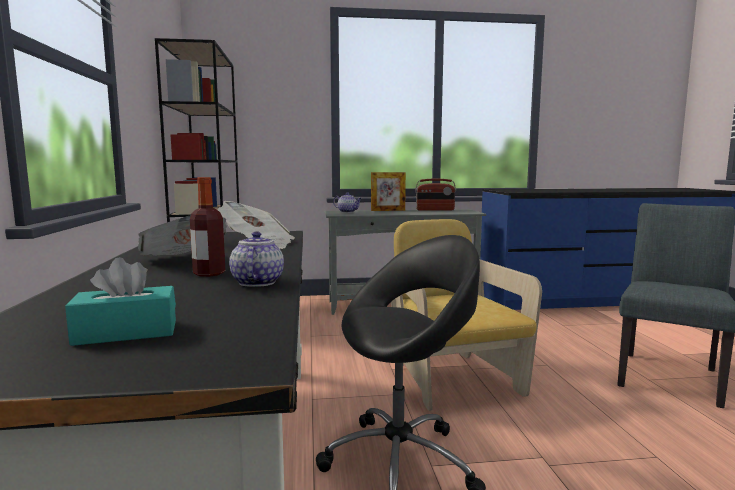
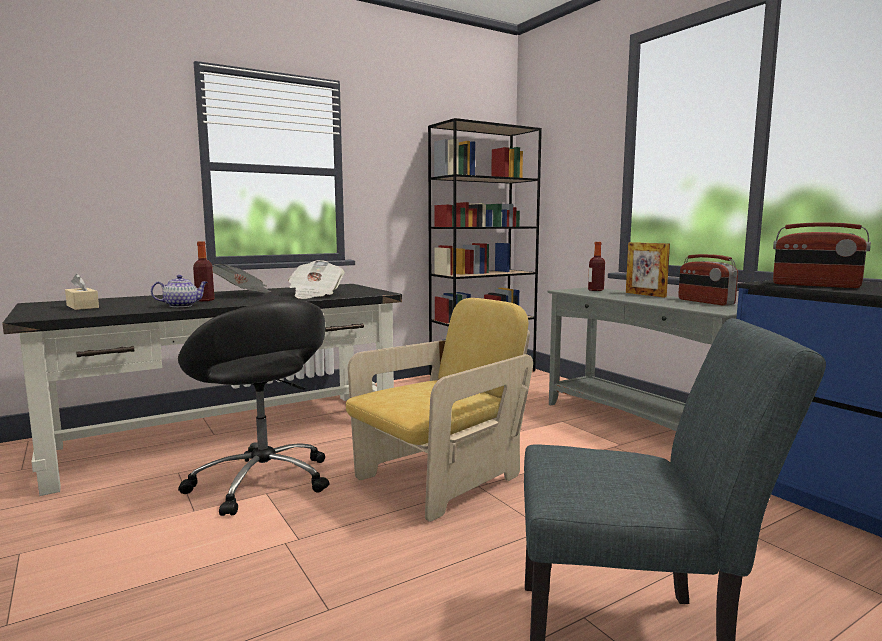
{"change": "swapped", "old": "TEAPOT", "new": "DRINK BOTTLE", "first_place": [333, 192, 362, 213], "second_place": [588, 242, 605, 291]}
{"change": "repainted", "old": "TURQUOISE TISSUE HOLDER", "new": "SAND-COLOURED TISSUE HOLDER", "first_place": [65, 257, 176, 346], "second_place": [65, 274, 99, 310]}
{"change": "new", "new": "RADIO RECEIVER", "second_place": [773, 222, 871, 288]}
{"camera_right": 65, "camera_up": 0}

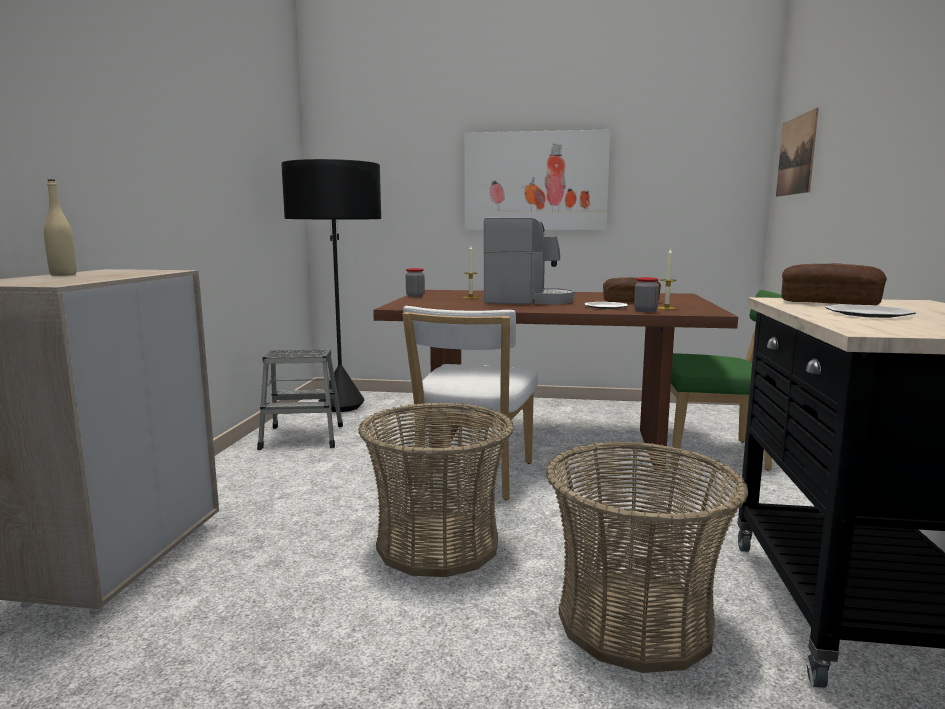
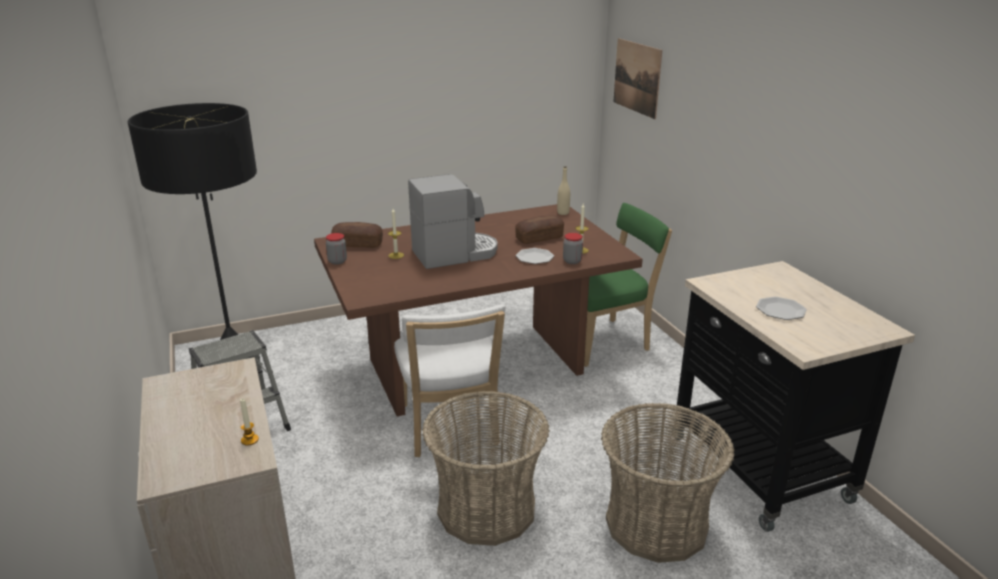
{"change": "gone", "old": "PICTURE", "first_place": [464, 129, 610, 230]}
{"change": "shifted", "old": "SAND-COLOURED DRINK BOTTLE", "first_place": [44, 179, 76, 276], "second_place": [557, 166, 570, 215]}
{"change": "shifted", "old": "BAKERY BREAD", "first_place": [781, 263, 887, 305], "second_place": [331, 222, 383, 248]}
{"change": "new", "new": "CANDLE", "second_place": [240, 398, 259, 446]}
{"camera_right": -30, "camera_up": 15}

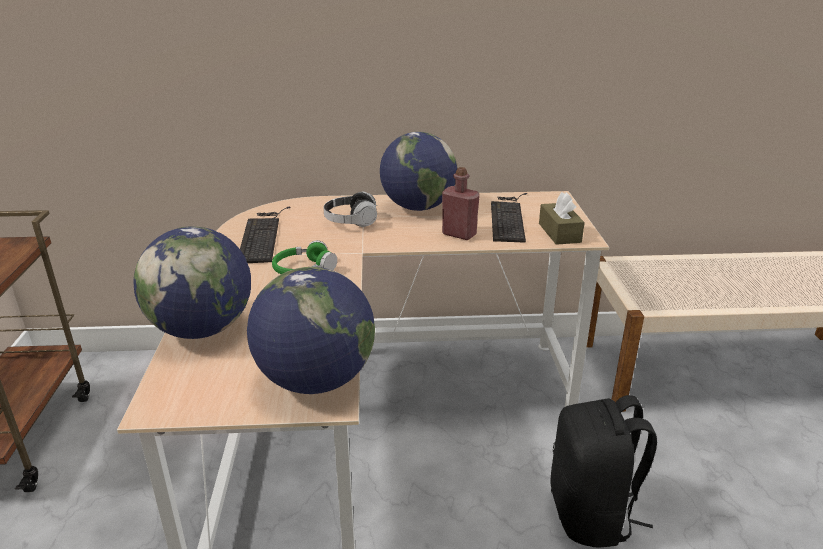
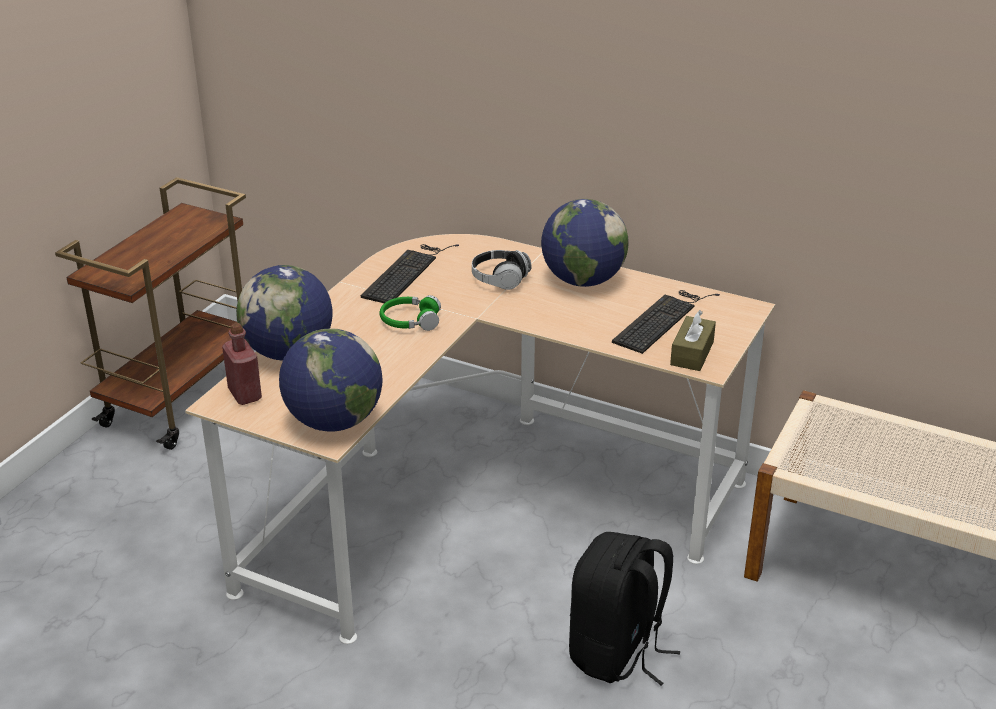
{"change": "shifted", "old": "REDDISH DRINK BOTTLE", "first_place": [442, 167, 480, 240], "second_place": [222, 323, 262, 405]}
{"camera_right": 30, "camera_up": 5}

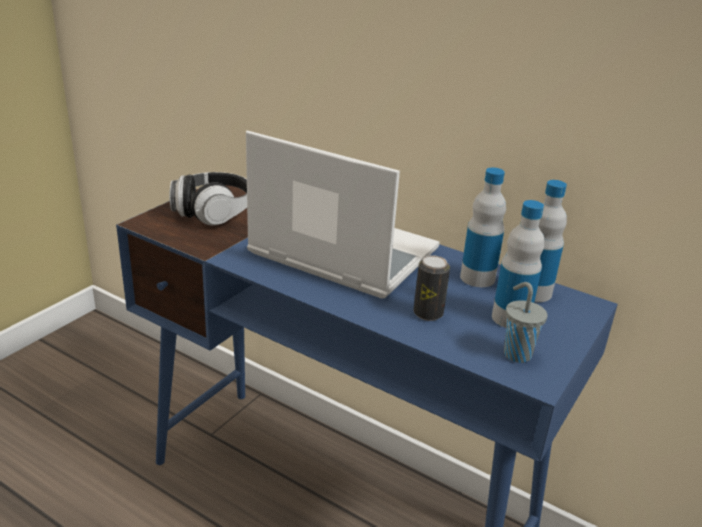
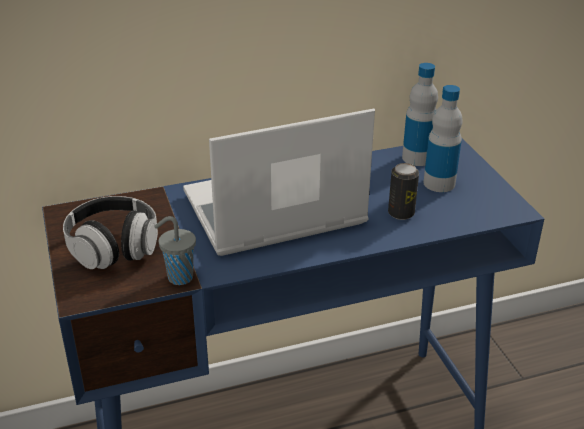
{"change": "gone", "old": "DRINK BOTTLE", "first_place": [460, 167, 506, 287]}
{"change": "shifted", "old": "GRAY SMALL CUP", "first_place": [504, 282, 547, 363], "second_place": [155, 216, 196, 285]}
{"camera_right": -50, "camera_up": 5}

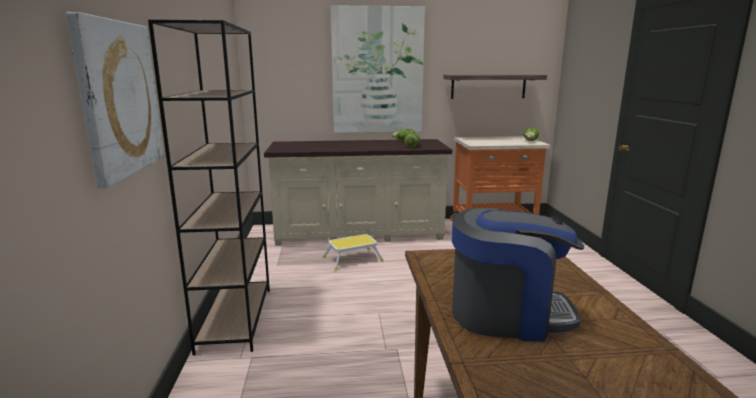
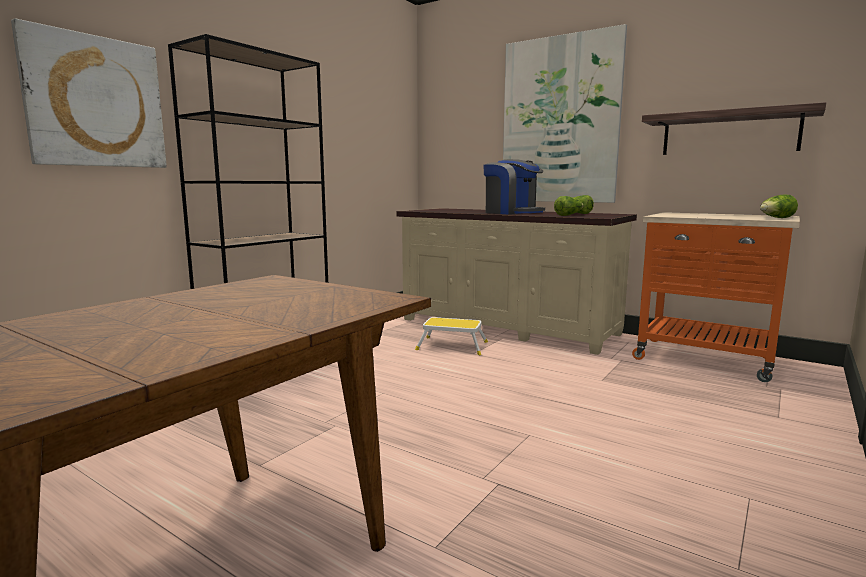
{"change": "shifted", "old": "COFFEE MAKER", "first_place": [452, 208, 584, 342], "second_place": [484, 159, 545, 214]}
{"camera_right": 40, "camera_up": -5}

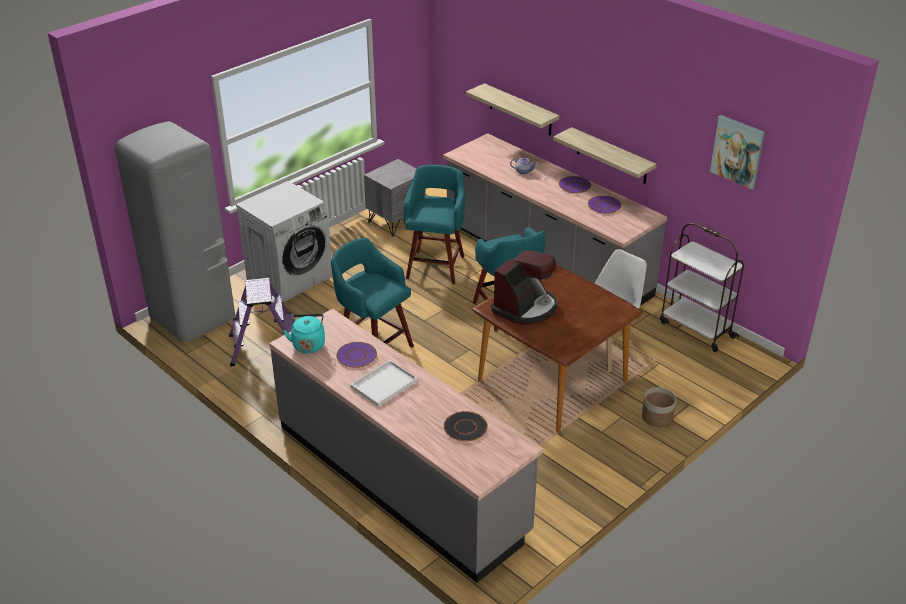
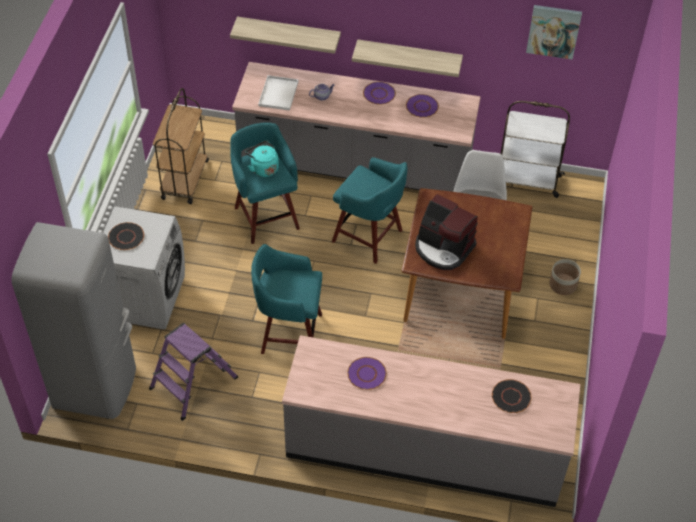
{"change": "swapped", "old": "GRAY NIGHT TABLE", "new": "BROWNISH WHEELED CART", "first_place": [364, 159, 426, 236], "second_place": [153, 88, 209, 204]}
{"change": "rotated", "old": "COFFEE MAKER", "first_place": [491, 250, 557, 325], "second_place": [415, 194, 478, 270], "degrees": 120}
{"change": "shifted", "old": "TURQUOISE TEA KETTLE", "first_place": [283, 314, 325, 353], "second_place": [245, 140, 279, 177]}
{"change": "shifted", "old": "WHITISH SERVING TRAY", "first_place": [350, 360, 418, 407], "second_place": [258, 75, 298, 111]}
{"change": "new", "new": "BLACK-COLOURED FLAT DISH", "second_place": [108, 222, 144, 250]}
{"camera_right": -35, "camera_up": 15}

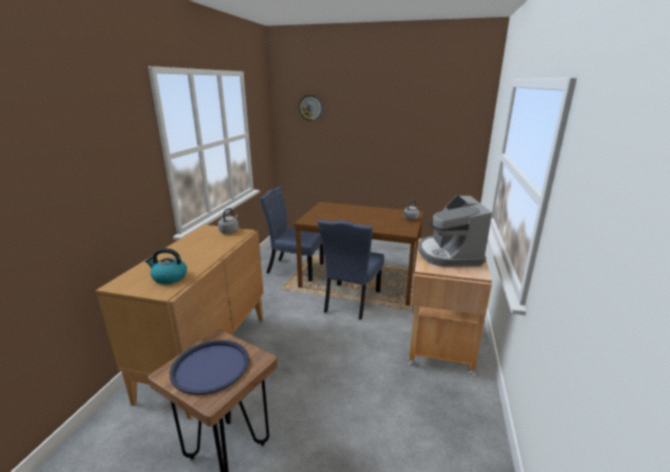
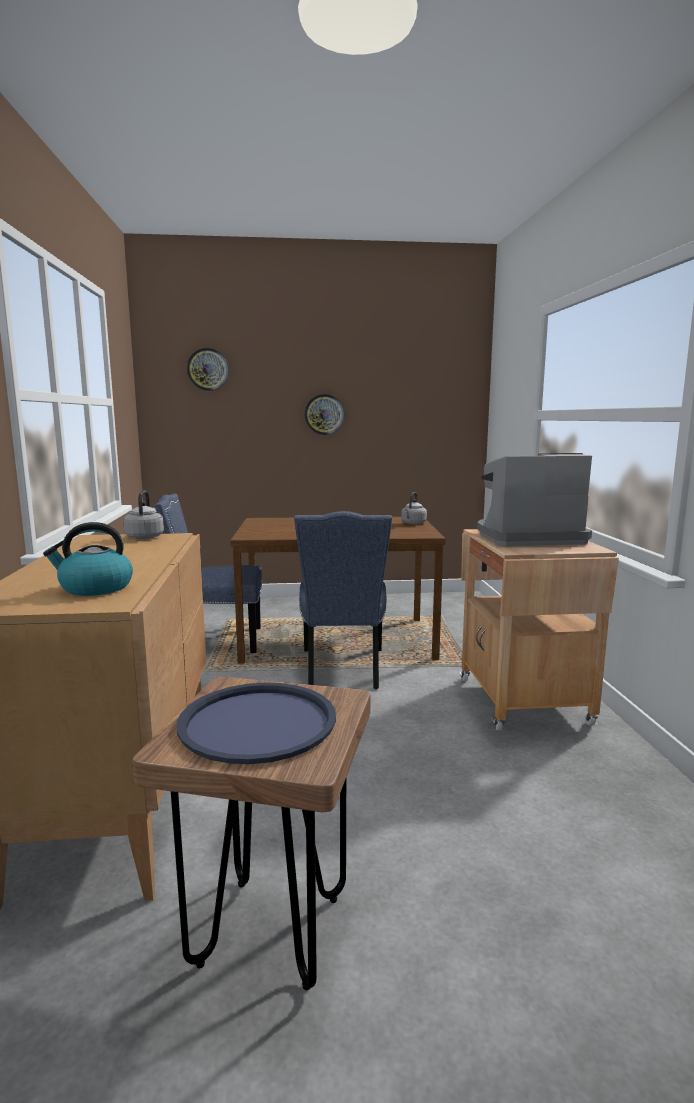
{"change": "rotated", "old": "COFFEE MAKER", "first_place": [418, 195, 492, 267], "second_place": [477, 453, 592, 546], "degrees": 105}
{"change": "new", "new": "CLOCK ON THE WALL", "second_place": [304, 394, 344, 435]}
{"camera_right": -20, "camera_up": -10}

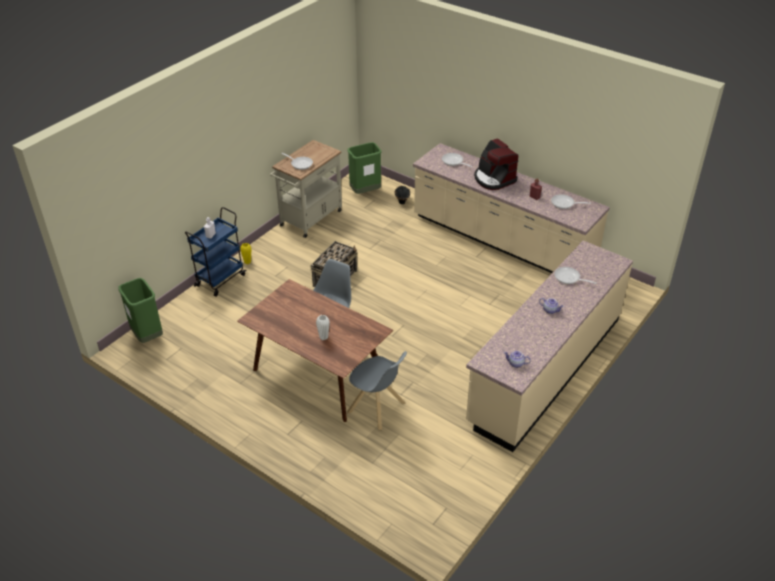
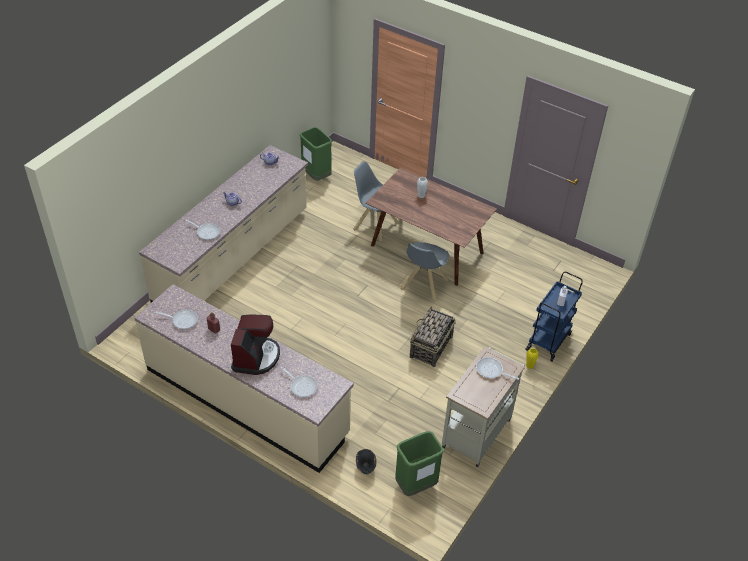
{"change": "rotated", "old": "COFFEE MAKER", "first_place": [474, 138, 518, 190], "second_place": [231, 314, 280, 375], "degrees": 45}
{"change": "shifted", "old": "GREEN-COLOURED RUBBISH BIN", "first_place": [118, 278, 163, 343], "second_place": [300, 127, 332, 181]}
{"camera_right": 175, "camera_up": 5}

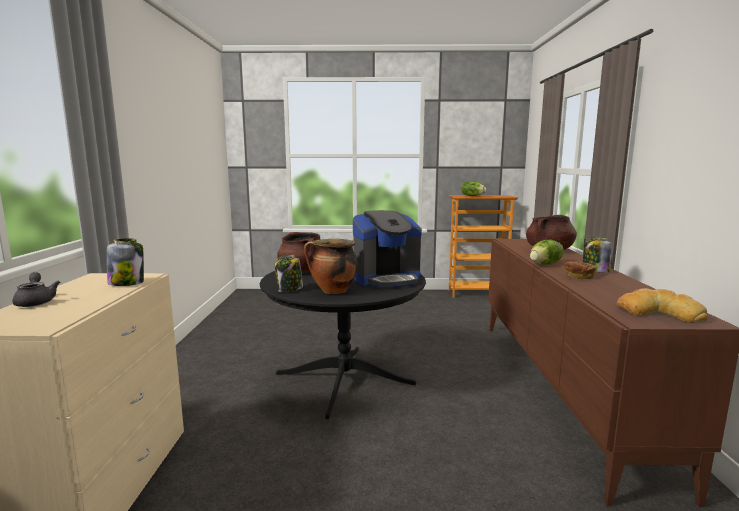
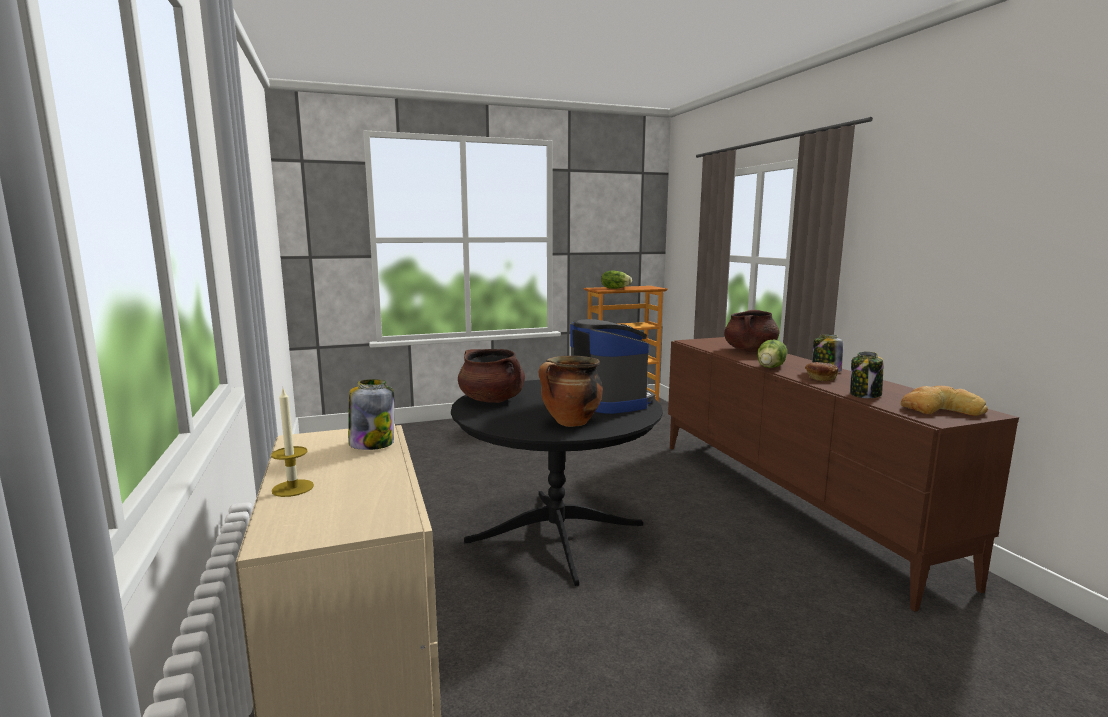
{"change": "rotated", "old": "COFFEE MAKER", "first_place": [353, 210, 422, 289], "second_place": [570, 319, 655, 414], "degrees": -75}
{"change": "shifted", "old": "STORAGE JAR", "first_place": [275, 255, 303, 292], "second_place": [850, 352, 883, 398]}
{"change": "swapped", "old": "GRAY TEAPOT", "new": "CANDLE", "first_place": [13, 272, 60, 307], "second_place": [271, 389, 314, 497]}
{"camera_right": -20, "camera_up": 0}

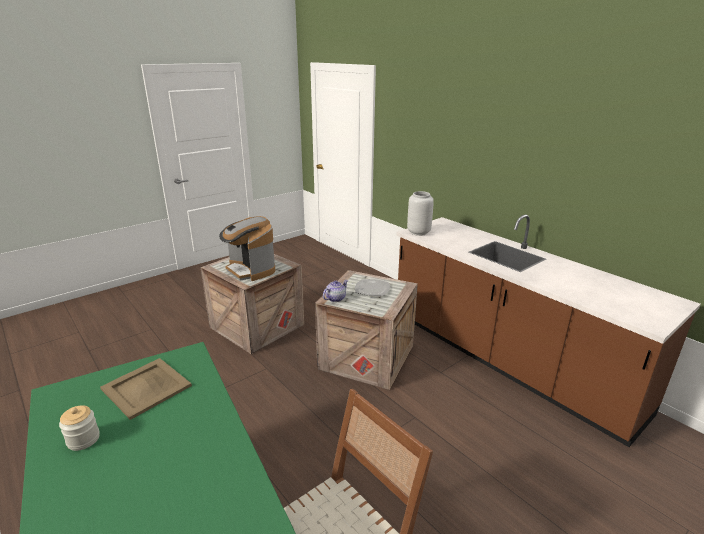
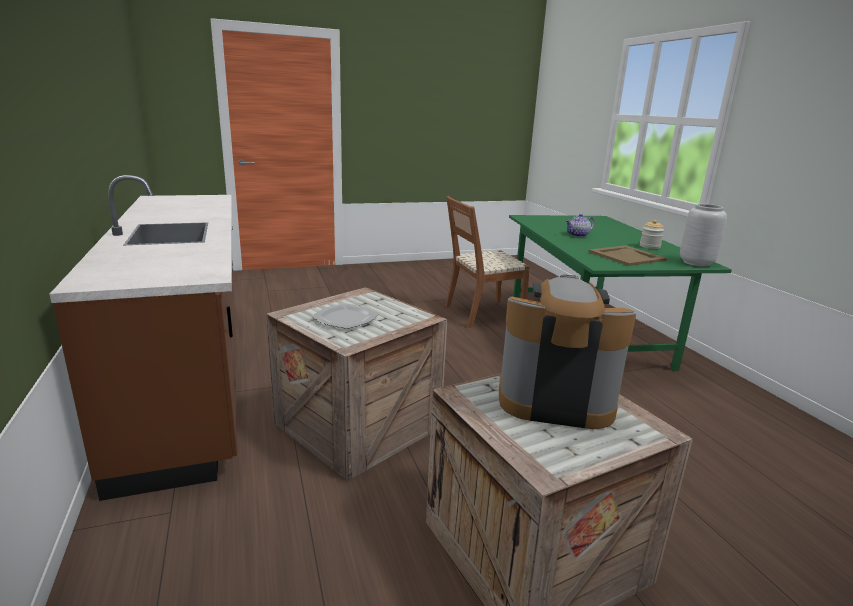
{"change": "shifted", "old": "GRAY DECORATIVE VASE", "first_place": [407, 191, 434, 236], "second_place": [680, 204, 727, 267]}
{"change": "rotated", "old": "COFFEE MAKER", "first_place": [219, 216, 275, 281], "second_place": [499, 275, 636, 429], "degrees": -60}
{"change": "shifted", "old": "TEAPOT", "first_place": [323, 280, 348, 302], "second_place": [565, 214, 594, 237]}
{"camera_right": -160, "camera_up": -5}

